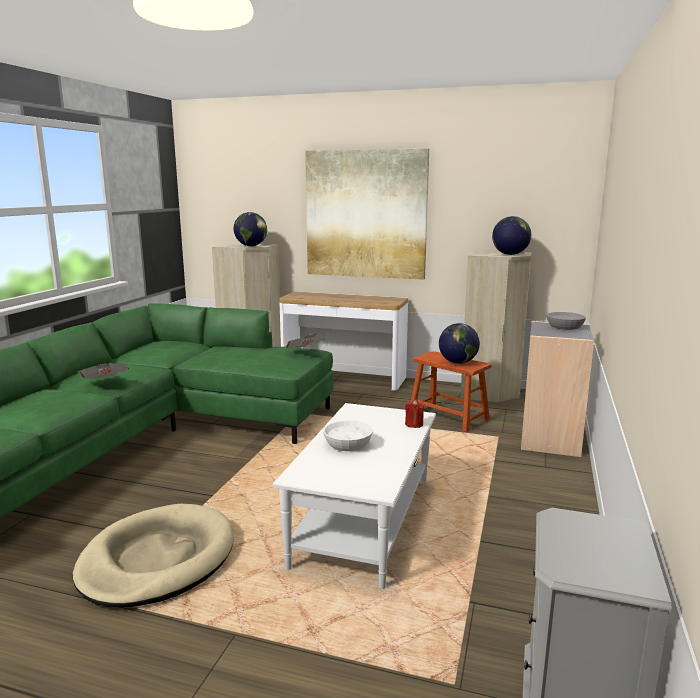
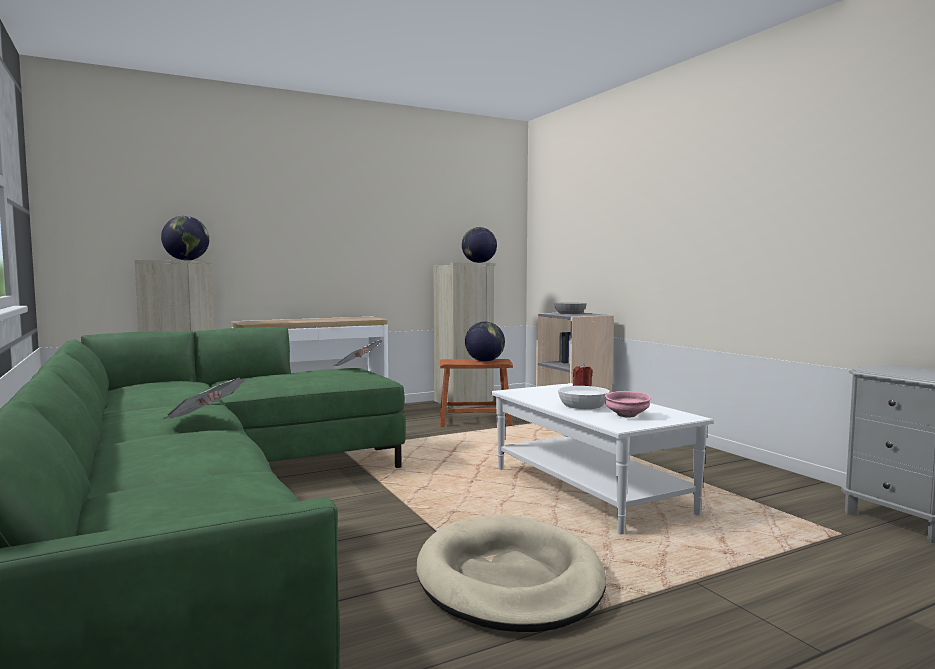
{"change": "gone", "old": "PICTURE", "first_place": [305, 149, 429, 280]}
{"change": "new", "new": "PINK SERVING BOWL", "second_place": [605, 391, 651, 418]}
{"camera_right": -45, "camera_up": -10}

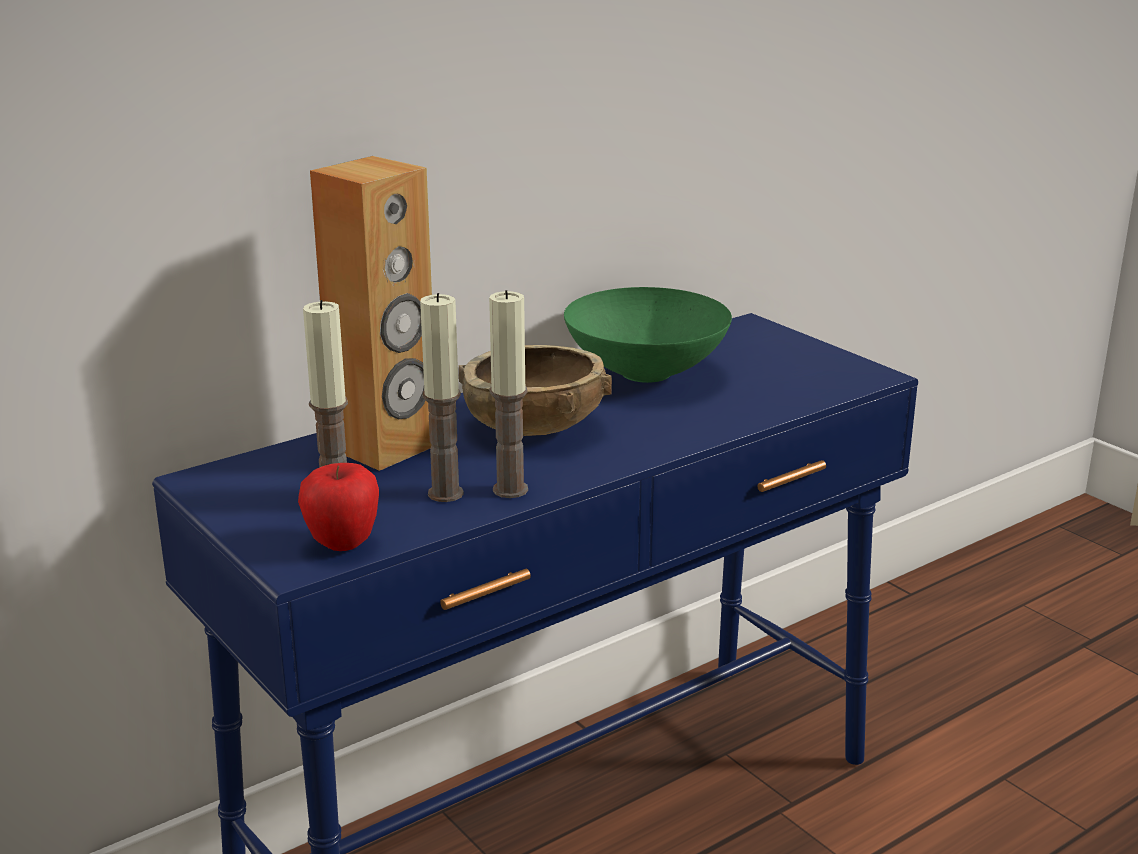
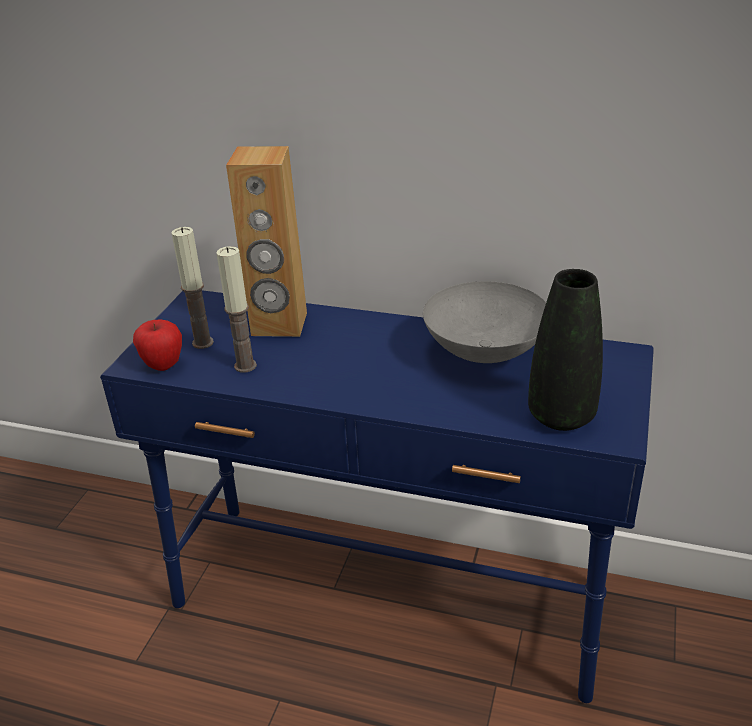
{"change": "repainted", "old": "GREEN-COLOURED SERVING BOWL", "new": "GRAY SERVING BOWL", "first_place": [564, 287, 732, 383], "second_place": [423, 281, 546, 363]}
{"change": "gone", "old": "CANDLE", "first_place": [489, 290, 528, 498]}
{"change": "gone", "old": "BROWNISH SERVING BOWL", "first_place": [459, 345, 612, 436]}
{"change": "new", "new": "BLACK-COLOURED DECORATIVE VASE", "second_place": [528, 269, 603, 431]}
{"camera_right": 55, "camera_up": 10}

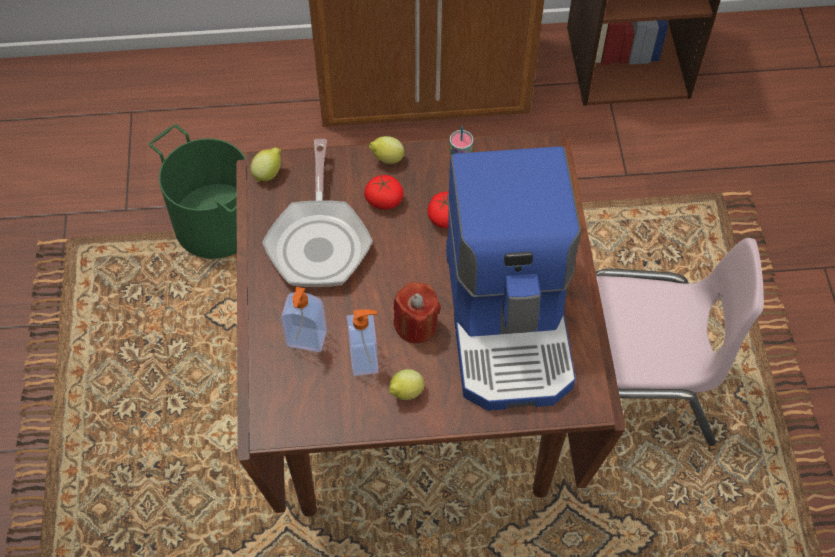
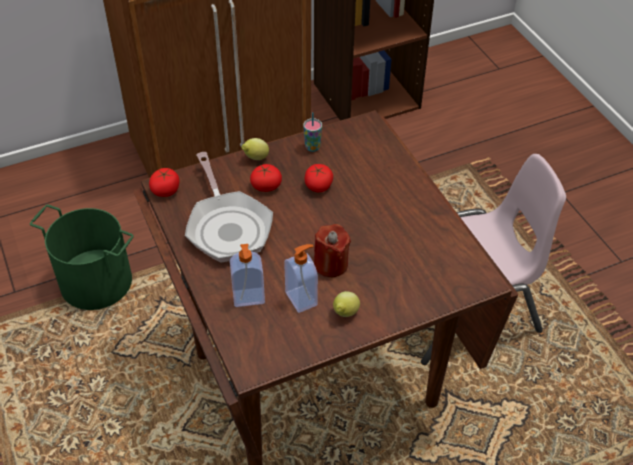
{"change": "swapped", "old": "WHOLE LEMON", "new": "WHOLE TOMATO", "first_place": [250, 147, 281, 182], "second_place": [149, 168, 179, 197]}
{"change": "gone", "old": "COFFEE MAKER", "first_place": [446, 147, 581, 411]}
{"camera_right": -20, "camera_up": -10}

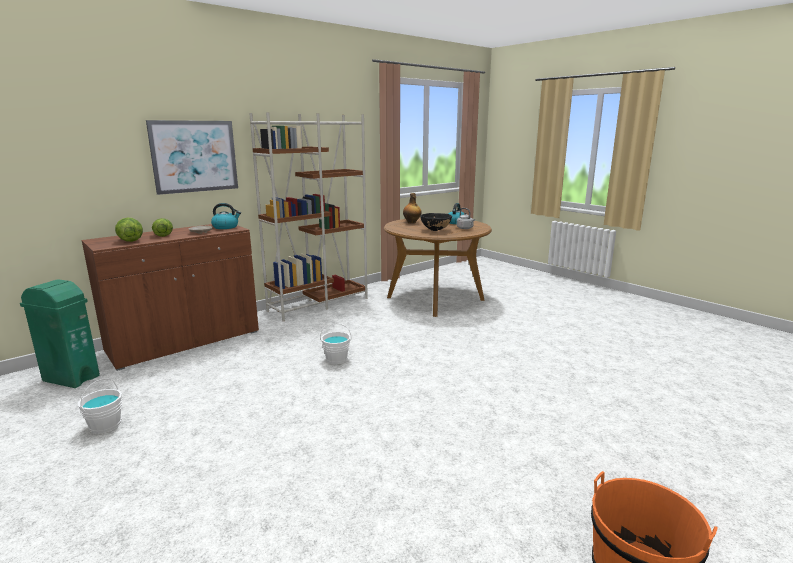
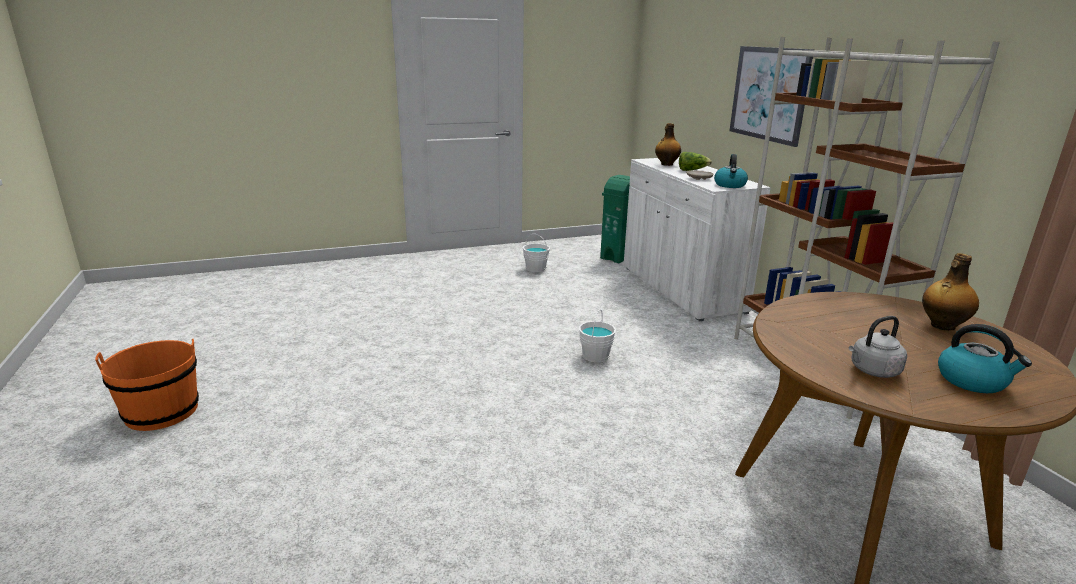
{"change": "gone", "old": "BLACK-COLOURED SERVING BOWL", "first_place": [420, 213, 452, 231]}
{"change": "swapped", "old": "HEAD OF LETTUCE", "new": "DRINK BOTTLE", "first_place": [115, 217, 143, 242], "second_place": [655, 123, 681, 166]}
{"change": "repainted", "old": "BROWNISH STORAGE CABINET", "new": "WHITISH STORAGE CABINET", "first_place": [82, 224, 259, 371], "second_place": [623, 157, 771, 321]}
{"camera_right": 110, "camera_up": 5}

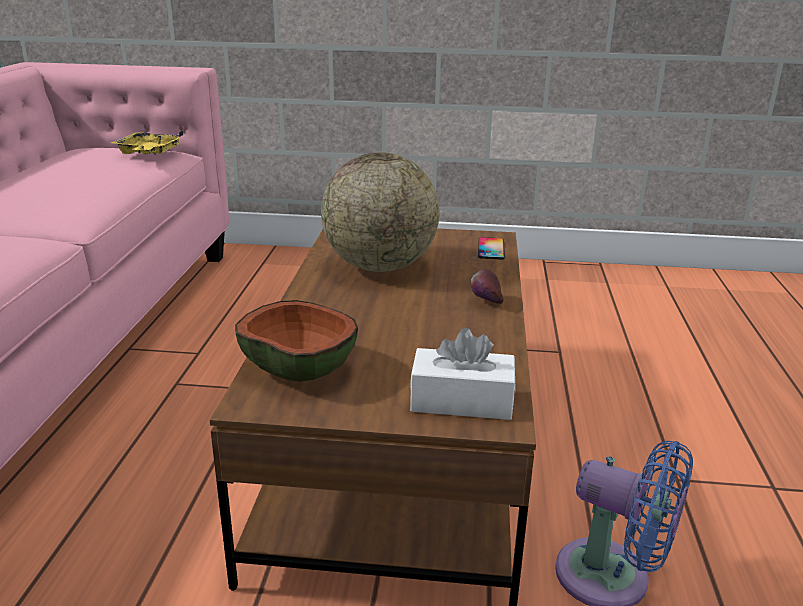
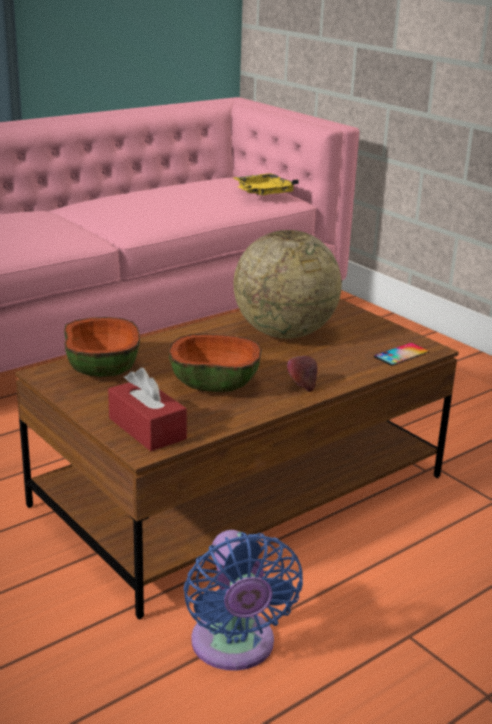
{"change": "repainted", "old": "WHITISH TISSUE HOLDER", "new": "REDDISH TISSUE HOLDER", "first_place": [410, 328, 515, 420], "second_place": [108, 368, 187, 451]}
{"change": "new", "new": "SERVING BOWL", "second_place": [169, 334, 262, 392]}
{"camera_right": 45, "camera_up": 0}

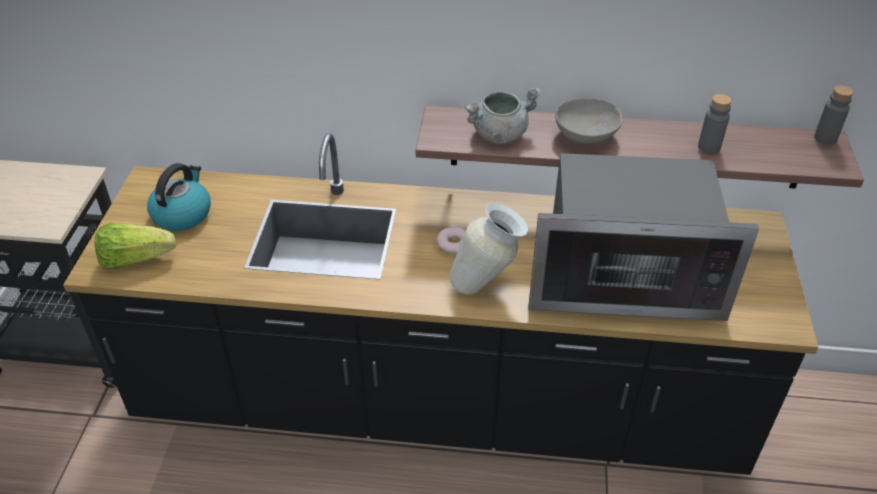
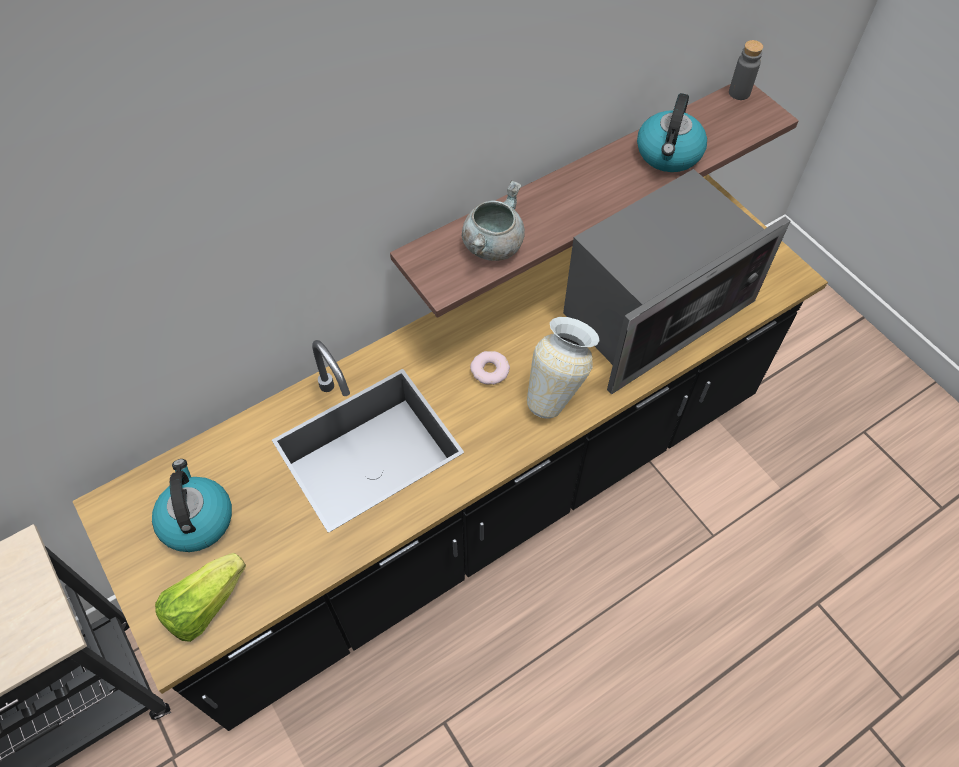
{"change": "swapped", "old": "GRAY DRINK BOTTLE", "new": "TEA KETTLE", "first_place": [698, 94, 732, 154], "second_place": [637, 93, 707, 172]}
{"change": "gone", "old": "GRAY SERVING BOWL", "first_place": [555, 98, 622, 144]}
{"camera_right": -40, "camera_up": 15}

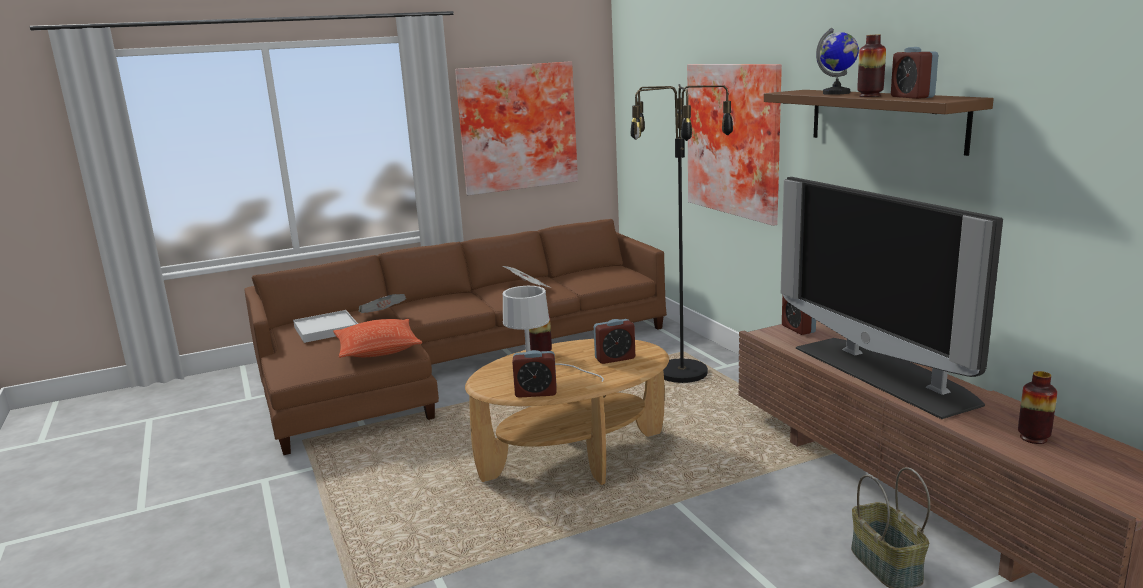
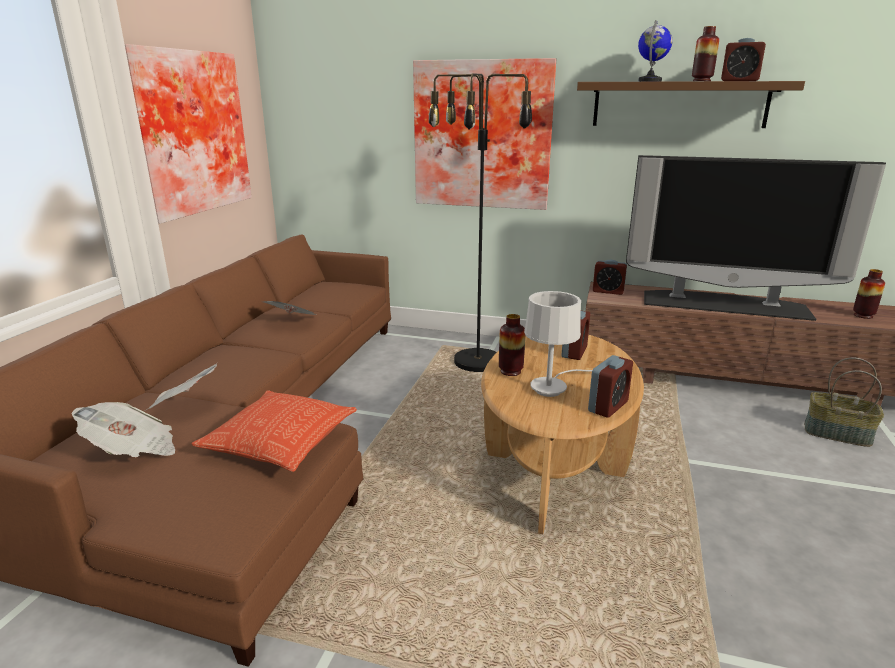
{"change": "swapped", "old": "WHITISH SERVING TRAY", "new": "PRINTED PAPER", "first_place": [293, 310, 358, 343], "second_place": [72, 402, 175, 457]}
{"camera_right": -50, "camera_up": 5}

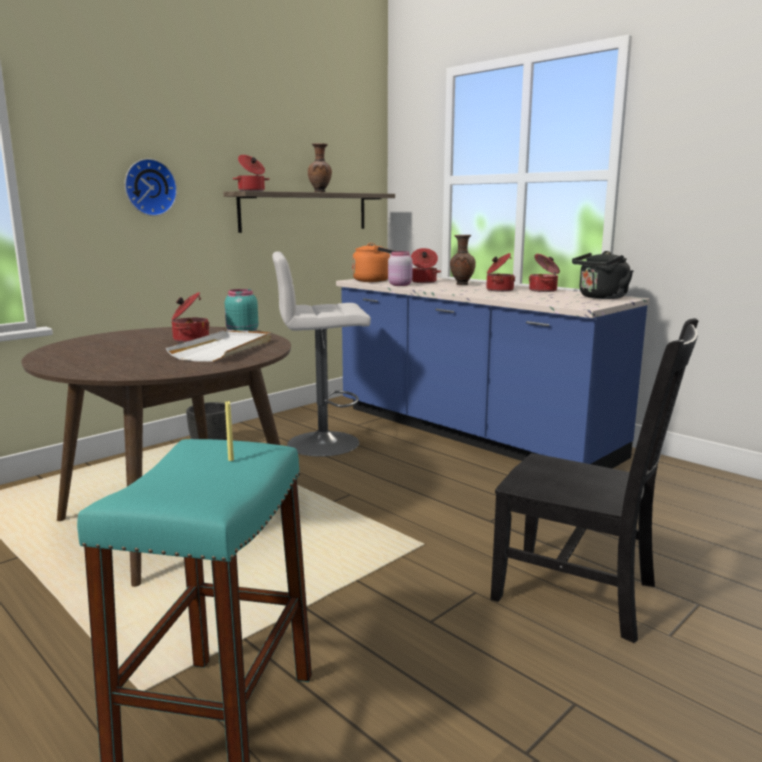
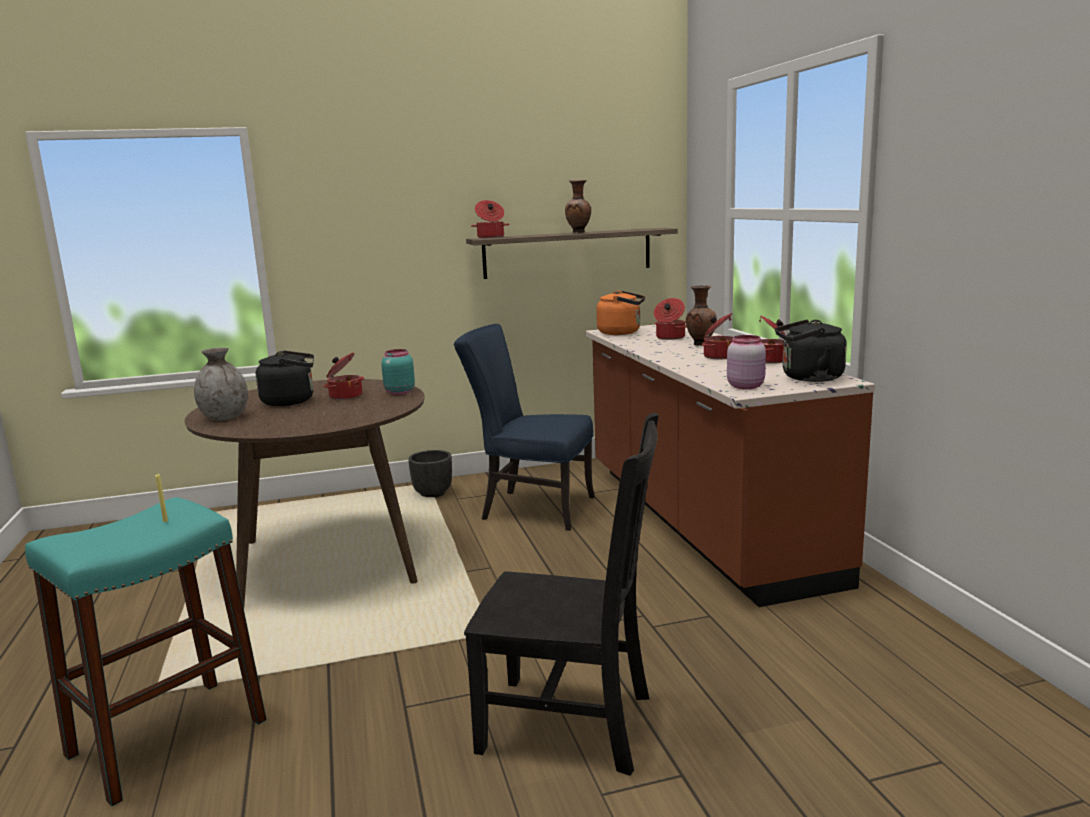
{"change": "gone", "old": "CLOCK ON THE WALL", "first_place": [125, 158, 177, 216]}
{"change": "swapped", "old": "WHITISH SITTING STOOL", "new": "BLUE-COLOURED UPRIGHT CHAIR", "first_place": [272, 251, 371, 457], "second_place": [453, 324, 595, 531]}
{"change": "shifted", "old": "PINK STORAGE JAR", "first_place": [388, 251, 413, 286], "second_place": [727, 335, 766, 389]}
{"change": "repainted", "old": "BLUE-COLOURED COUNTER", "new": "BROWNISH COUNTER", "first_place": [336, 278, 650, 469], "second_place": [585, 324, 875, 607]}
{"change": "rotated", "old": "BLACK-COLOURED UPRIGHT CHAIR", "first_place": [491, 318, 698, 643], "second_place": [464, 413, 658, 776], "degrees": -45}
{"change": "gone", "old": "WHITISH SERVING TRAY", "first_place": [166, 330, 271, 362]}
{"change": "new", "new": "GRAY DECORATIVE VASE", "second_place": [194, 348, 248, 420]}
{"change": "new", "new": "BLACK-COLOURED TEA KETTLE", "second_place": [256, 351, 314, 406]}
{"camera_right": 30, "camera_up": 0}

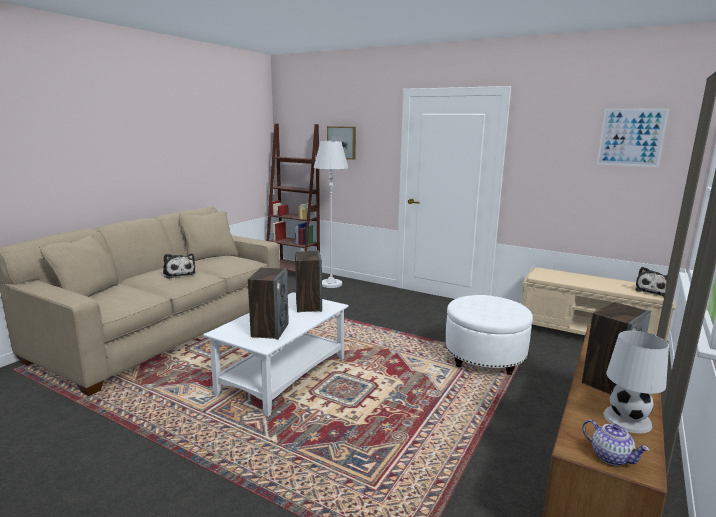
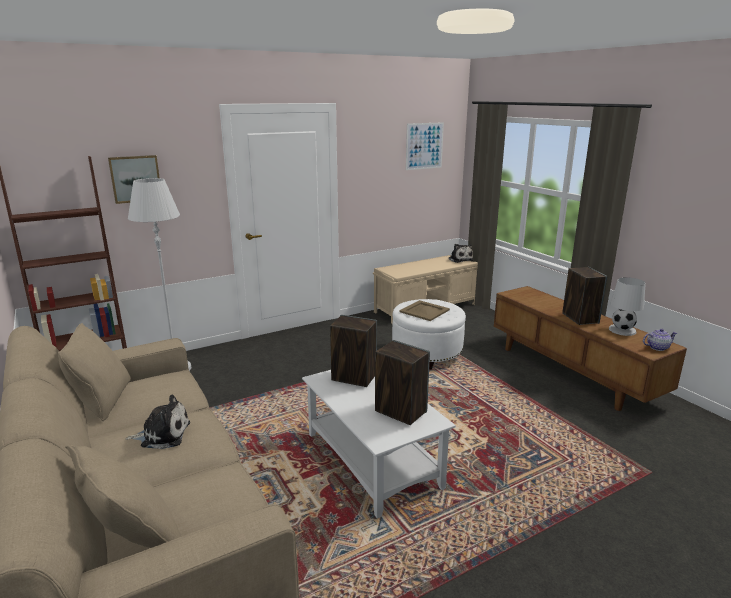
{"change": "new", "new": "SAND-COLOURED SERVING TRAY", "second_place": [399, 300, 450, 321]}
{"camera_right": -60, "camera_up": 5}

